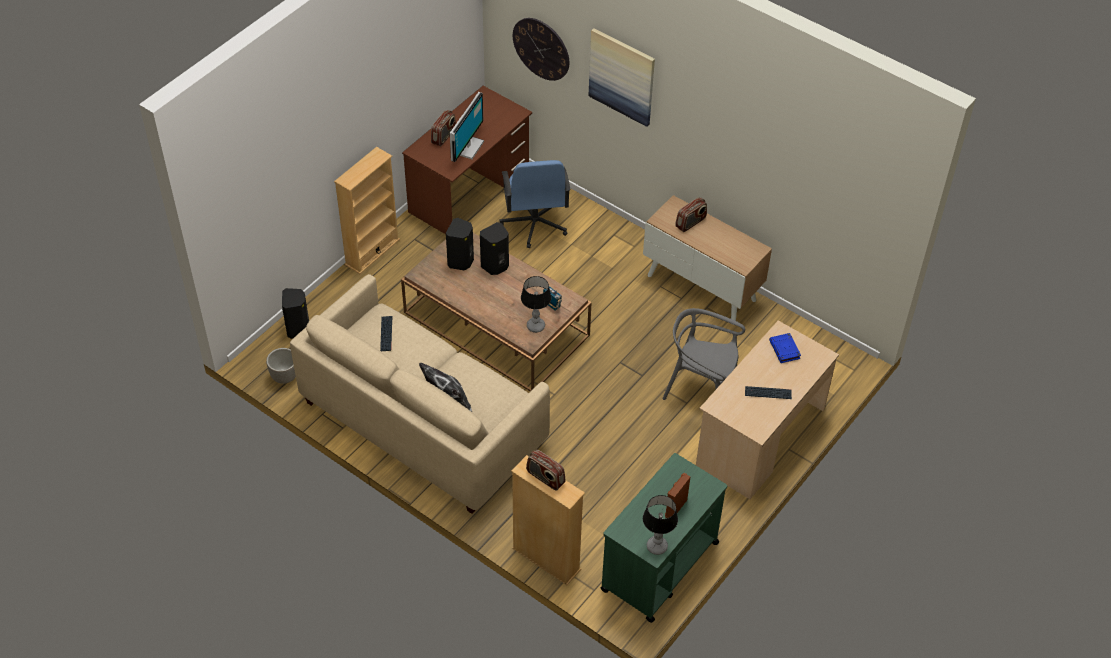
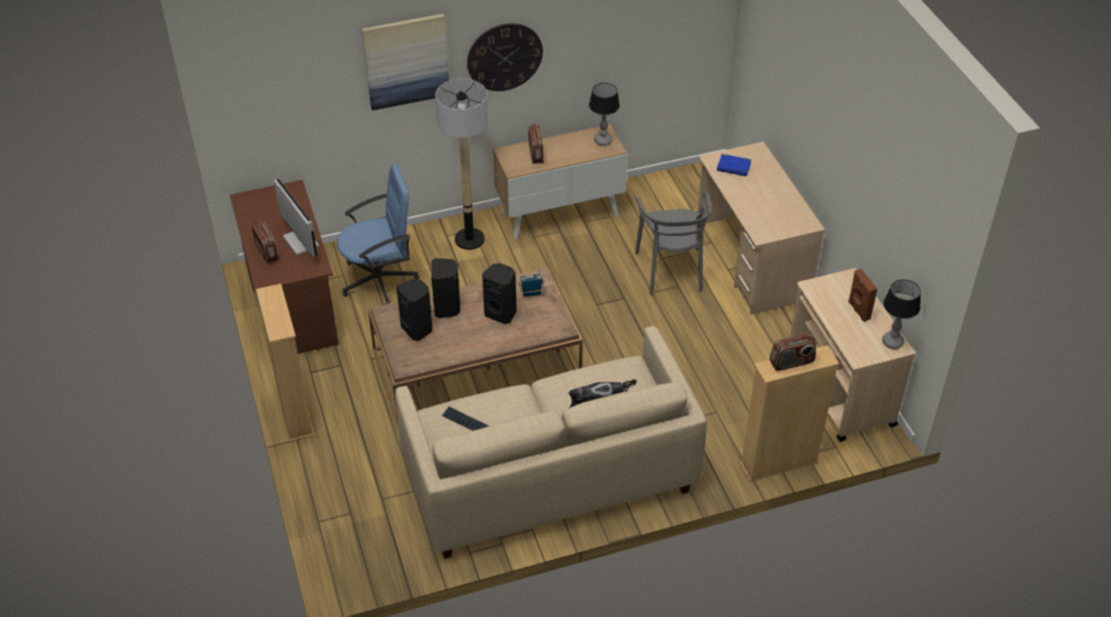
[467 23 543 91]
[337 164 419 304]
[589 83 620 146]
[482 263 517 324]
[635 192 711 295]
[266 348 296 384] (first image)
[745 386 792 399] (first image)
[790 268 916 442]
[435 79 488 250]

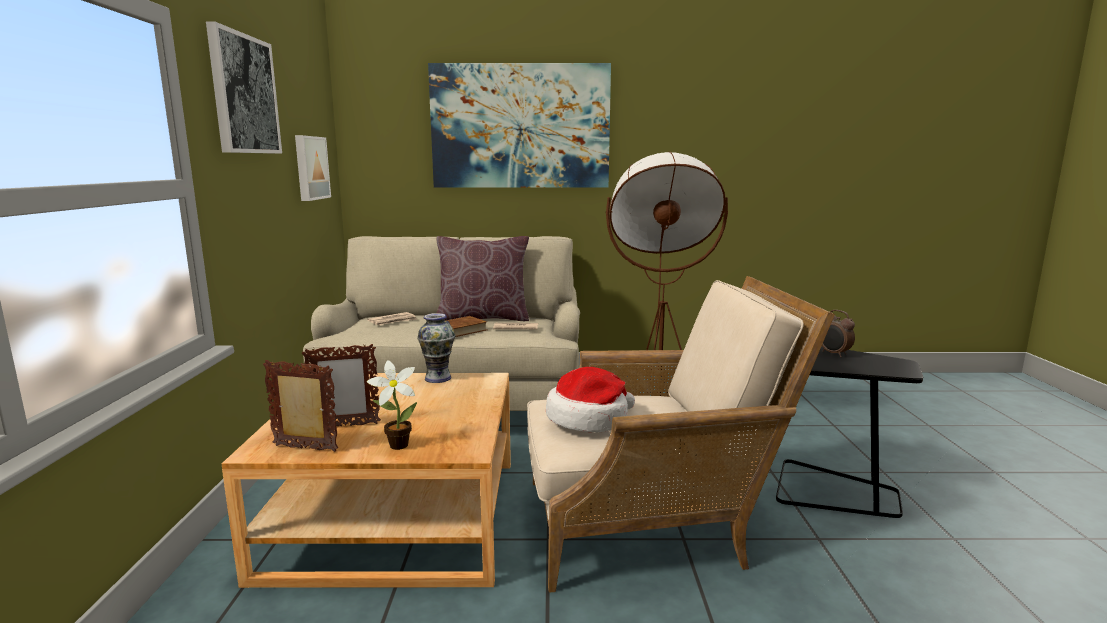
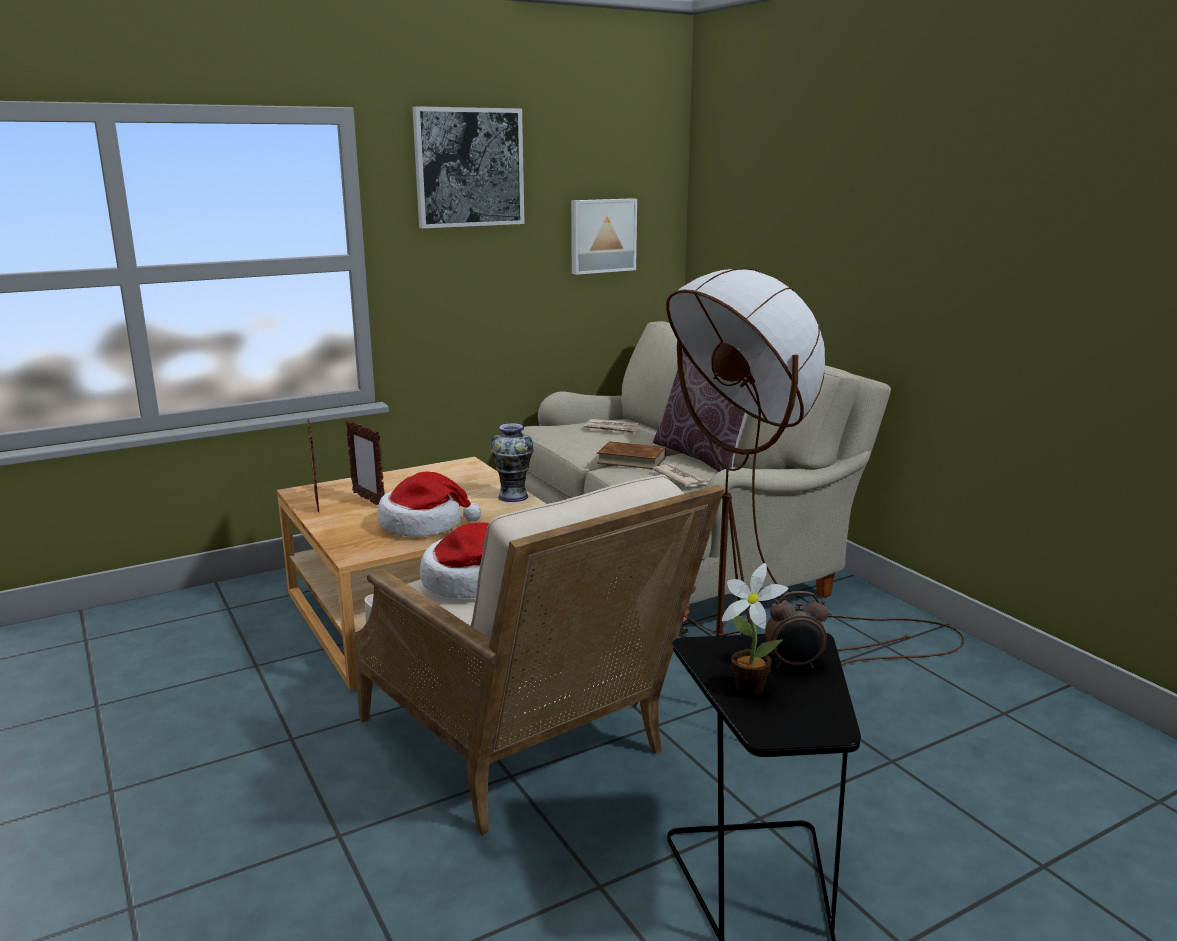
[428 63 611 187] (first image)
[765 591 829 669]
[722 563 789 695]
[378 471 481 537]

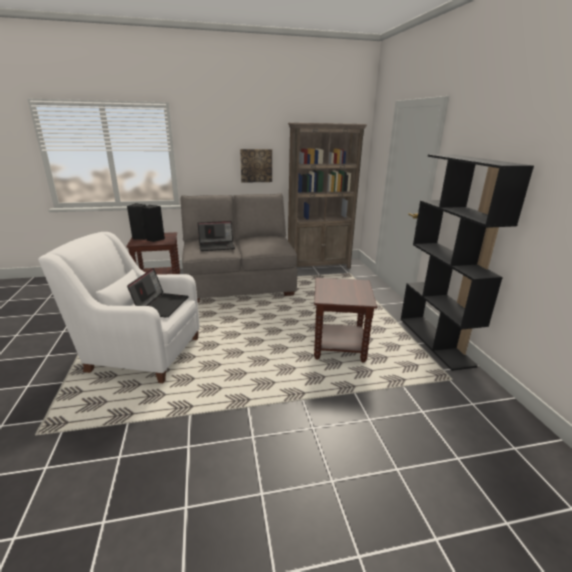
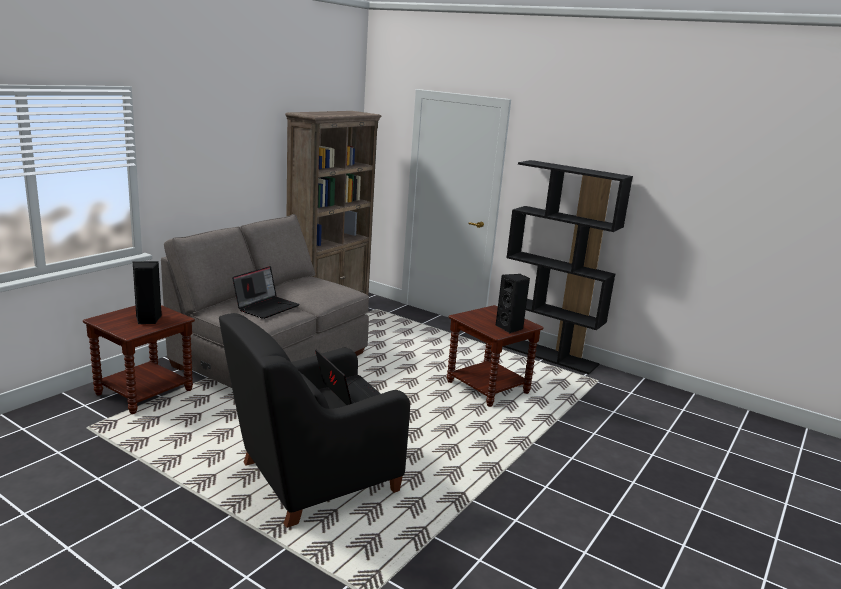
[240 149 272 183] (first image)
[495 274 530 333]
[219 313 410 528]

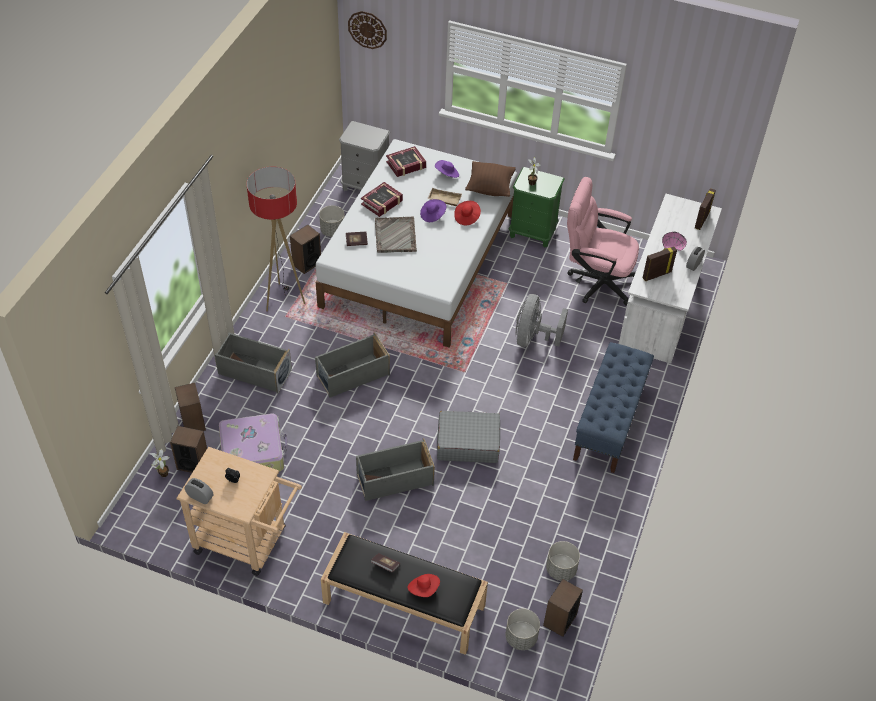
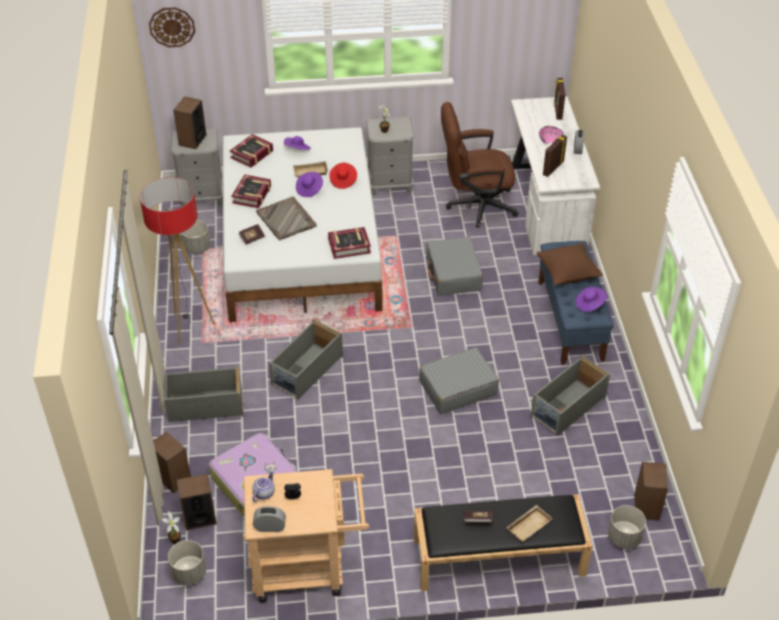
[537 243 602 285]
[366 117 415 196]
[441 102 518 228]
[173 96 206 149]
[426 237 483 296]
[531 355 610 436]
[168 540 206 586]
[506 505 553 543]
[328 227 371 259]
[575 287 607 312]
[252 470 275 502]

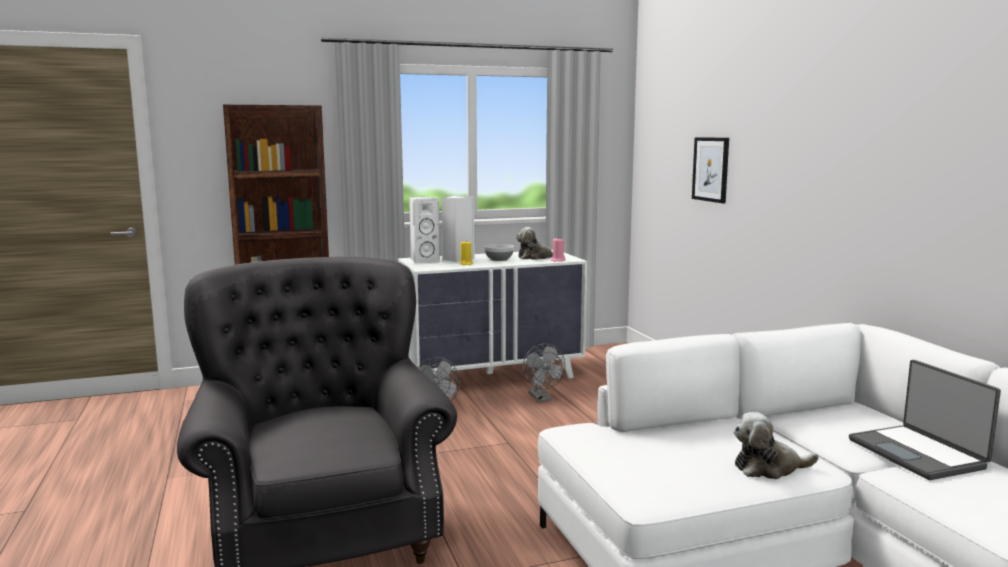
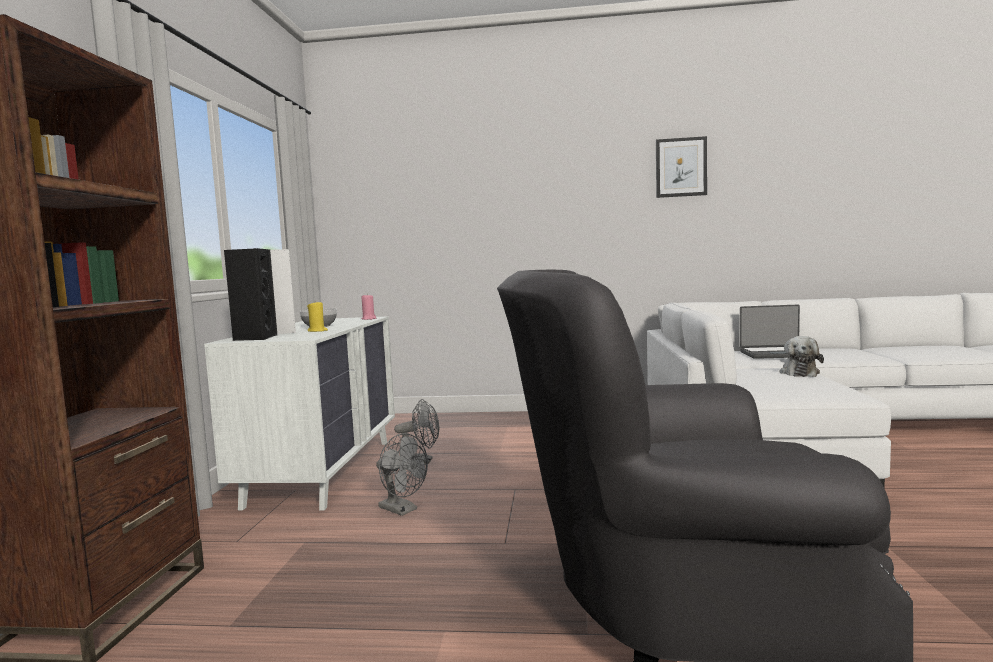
[656 136 707 198]
[224 248 277 341]
[516 227 553 260] (first image)

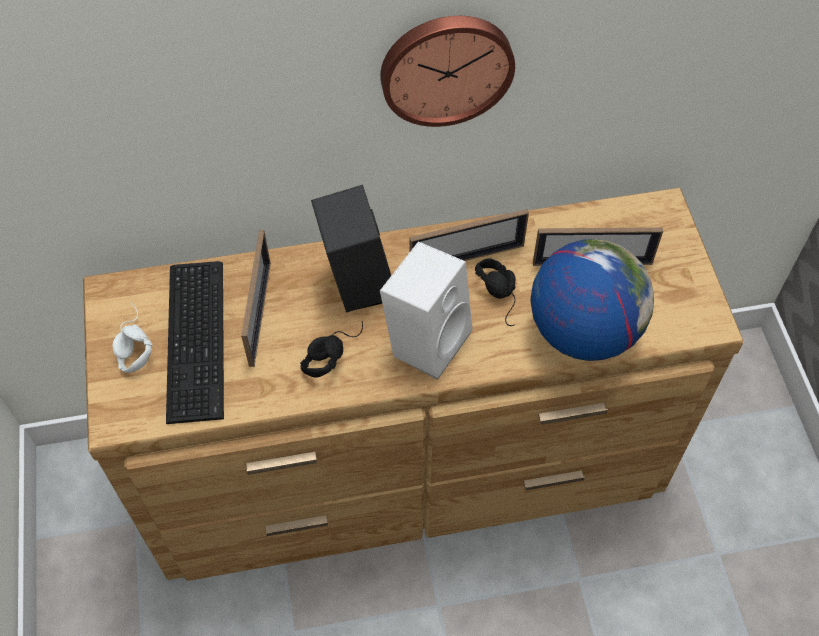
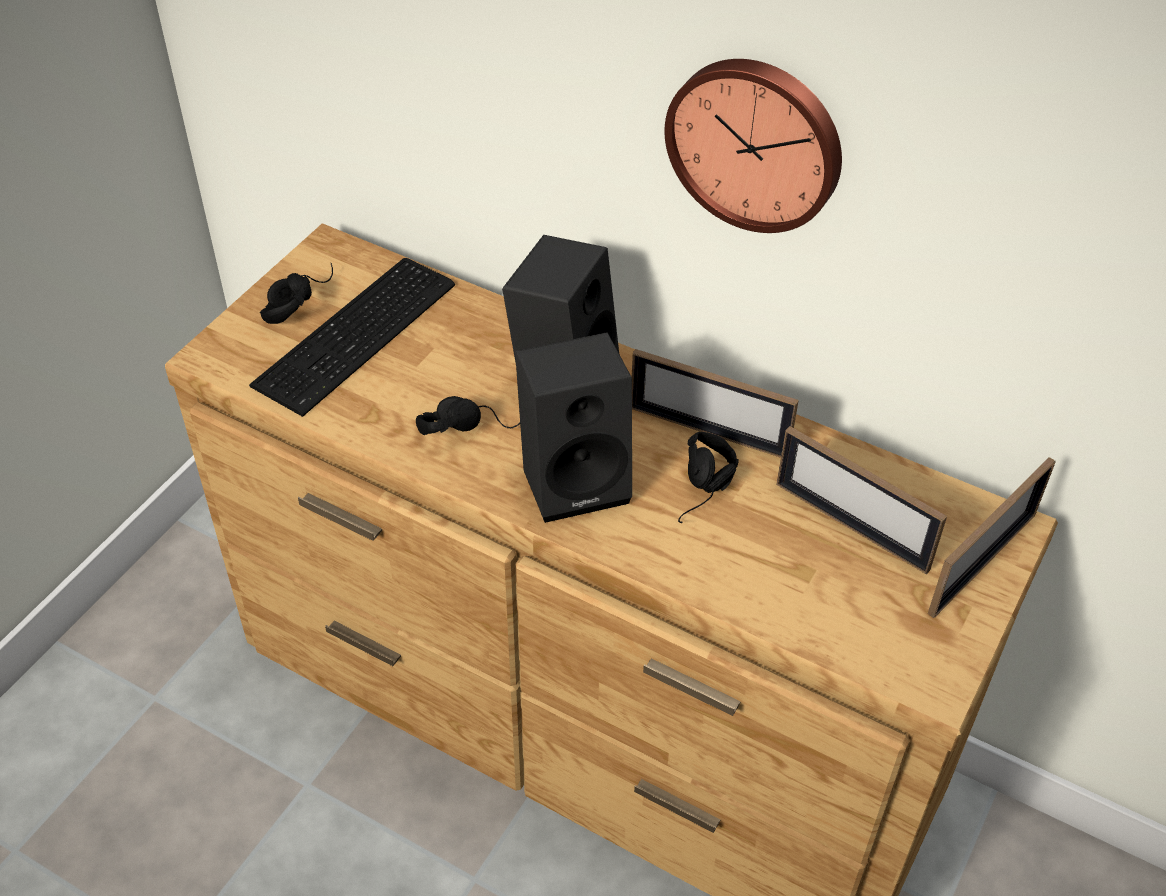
[928 457 1056 618]
[531 239 654 361] (first image)
[515 332 632 523]
[260 263 333 324]

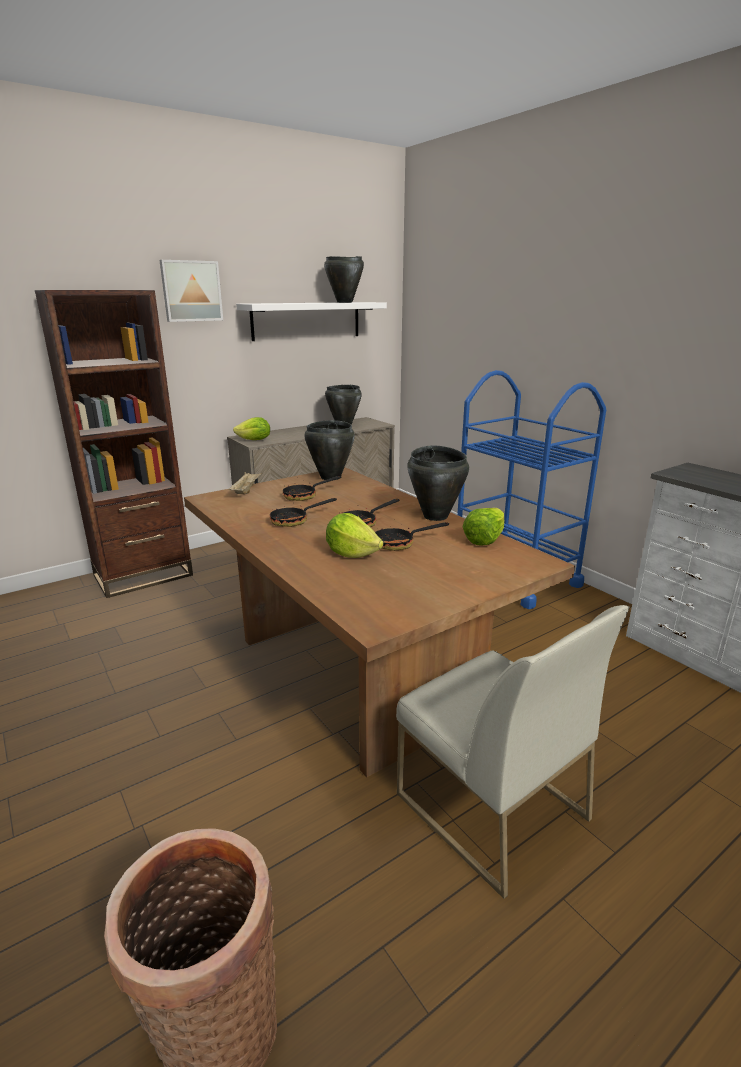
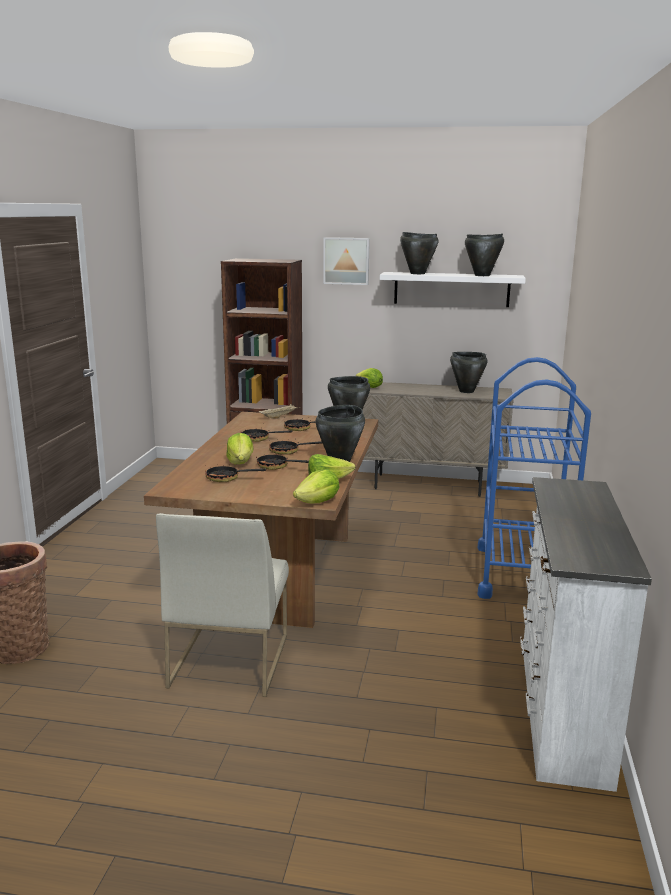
[400 232 439 274]
[205 464 266 482]
[293 469 339 503]

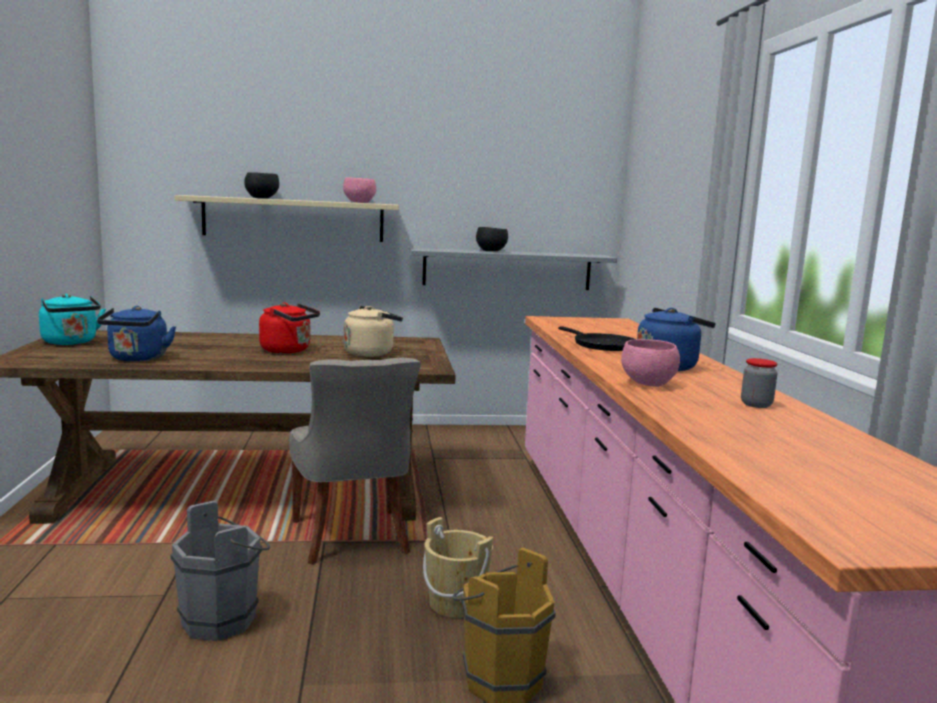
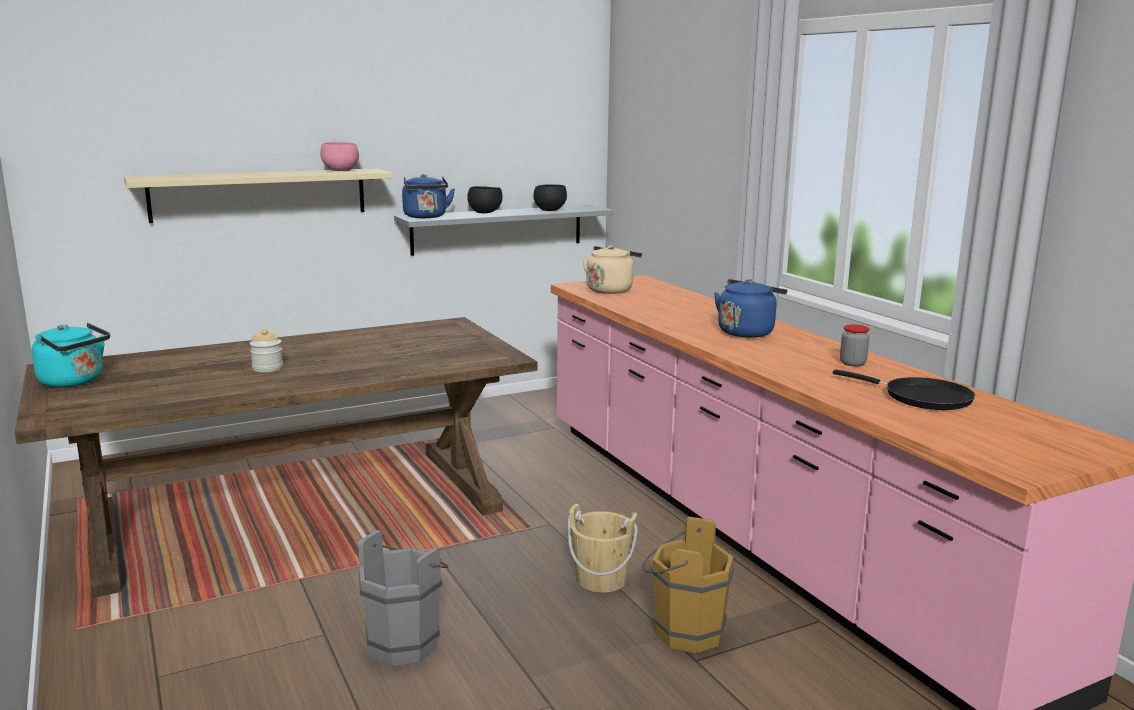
[533 184 567 211]
[259 302 320 353] (first image)
[402 174 455 218]
[582 245 642 294]
[833 369 975 410]
[621 339 680 387] (first image)
[289 358 421 565] (first image)
[250 329 283 372]

